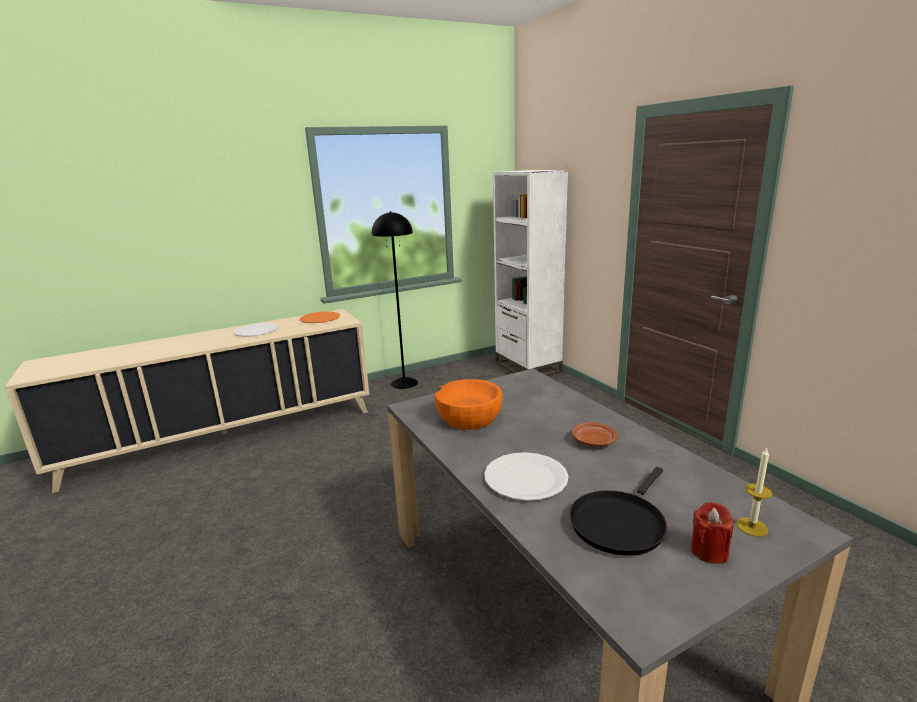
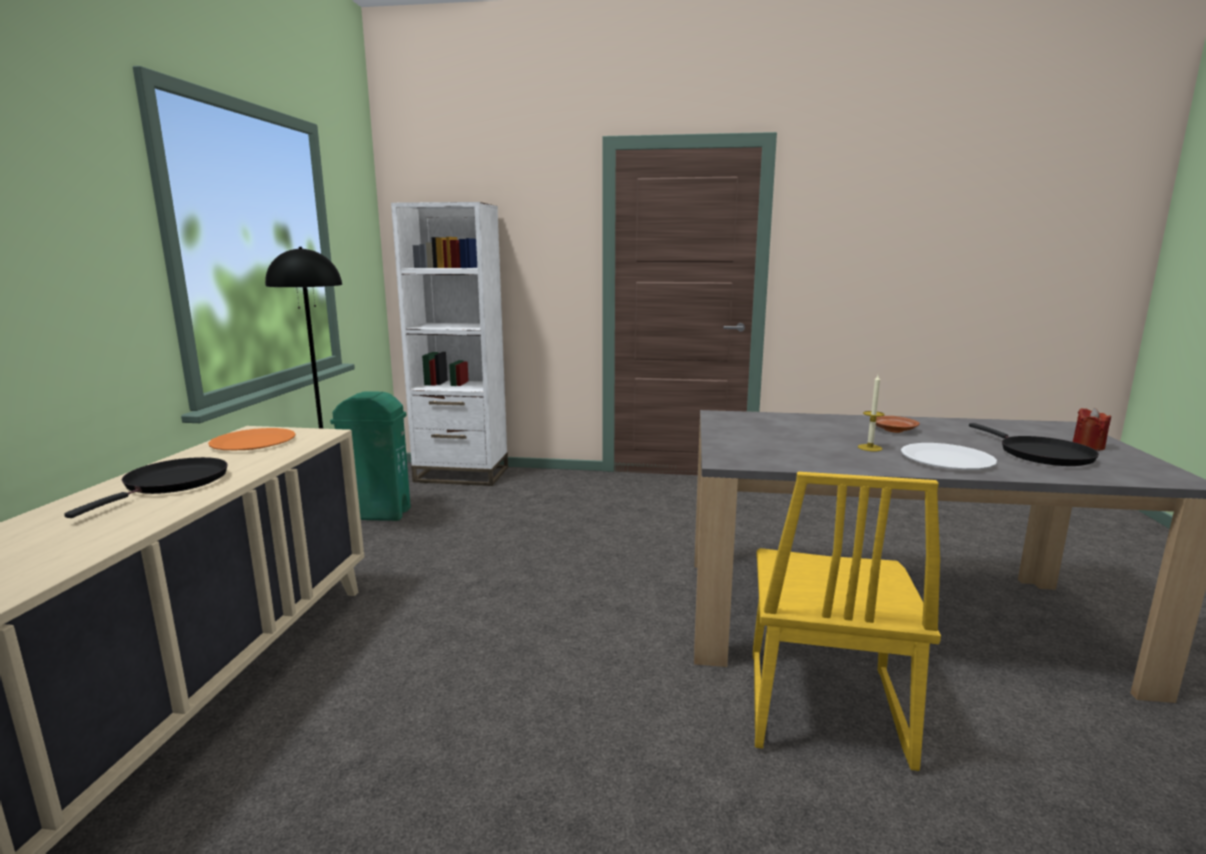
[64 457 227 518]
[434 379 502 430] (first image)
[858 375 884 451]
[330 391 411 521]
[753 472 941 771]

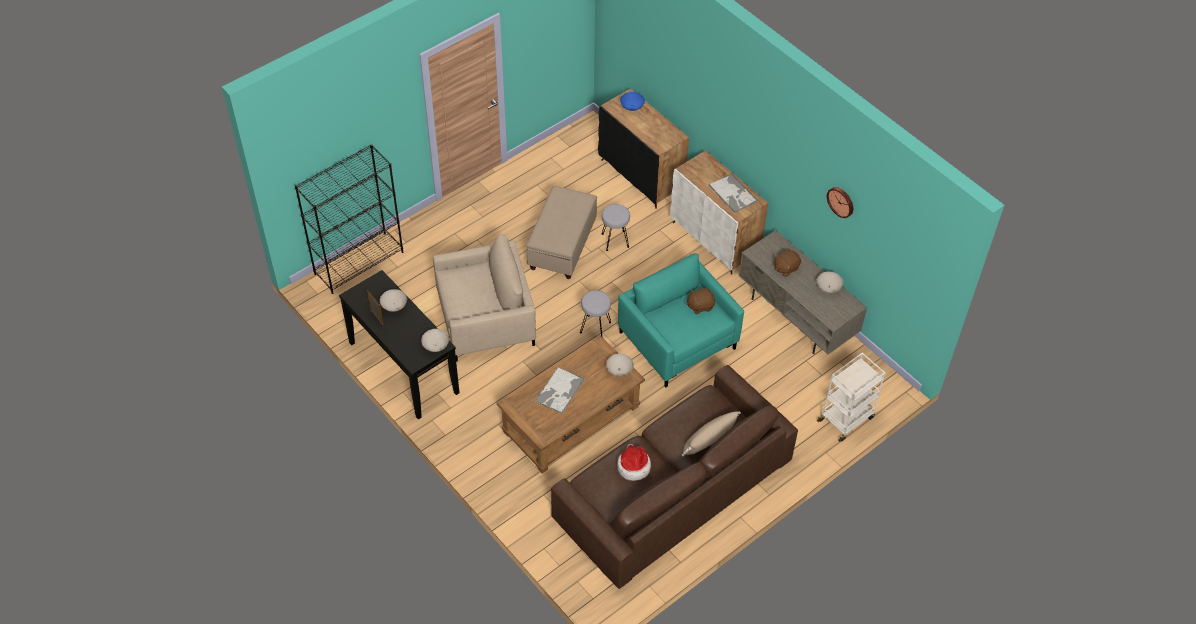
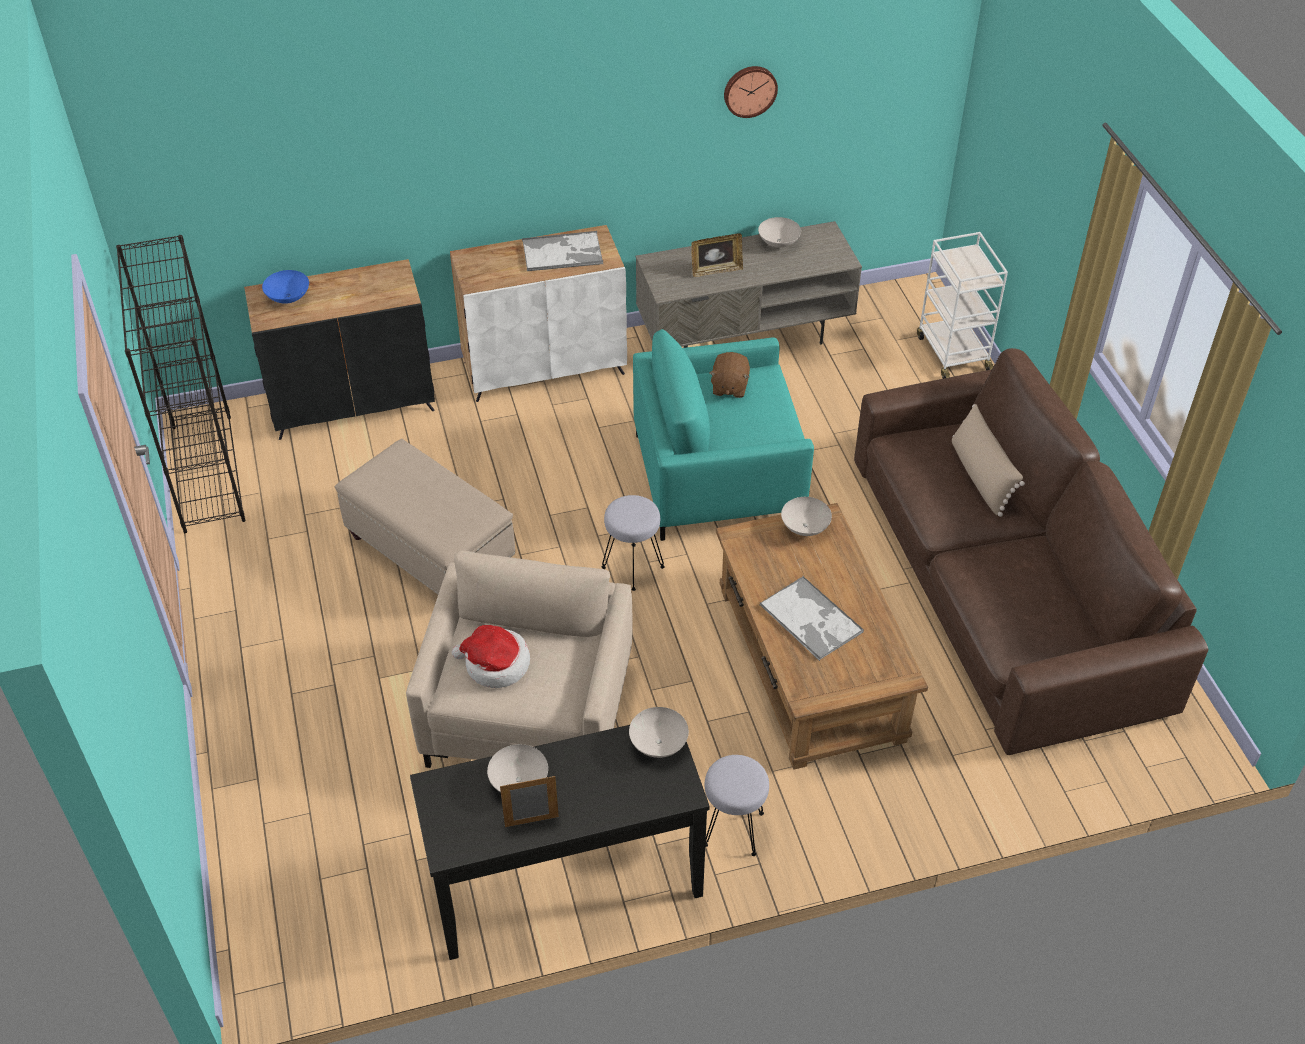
[116 235 246 533]
[705 755 769 856]
[691 233 743 277]
[452 625 530 688]

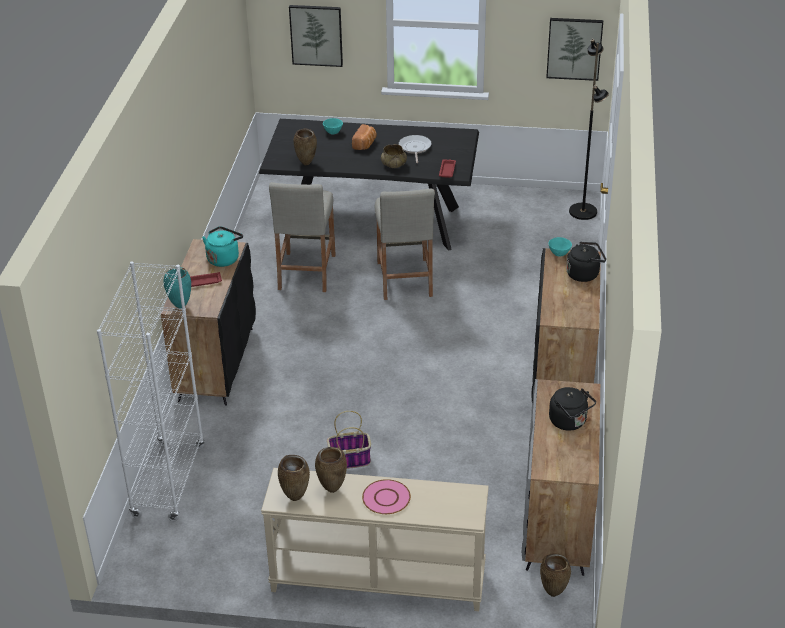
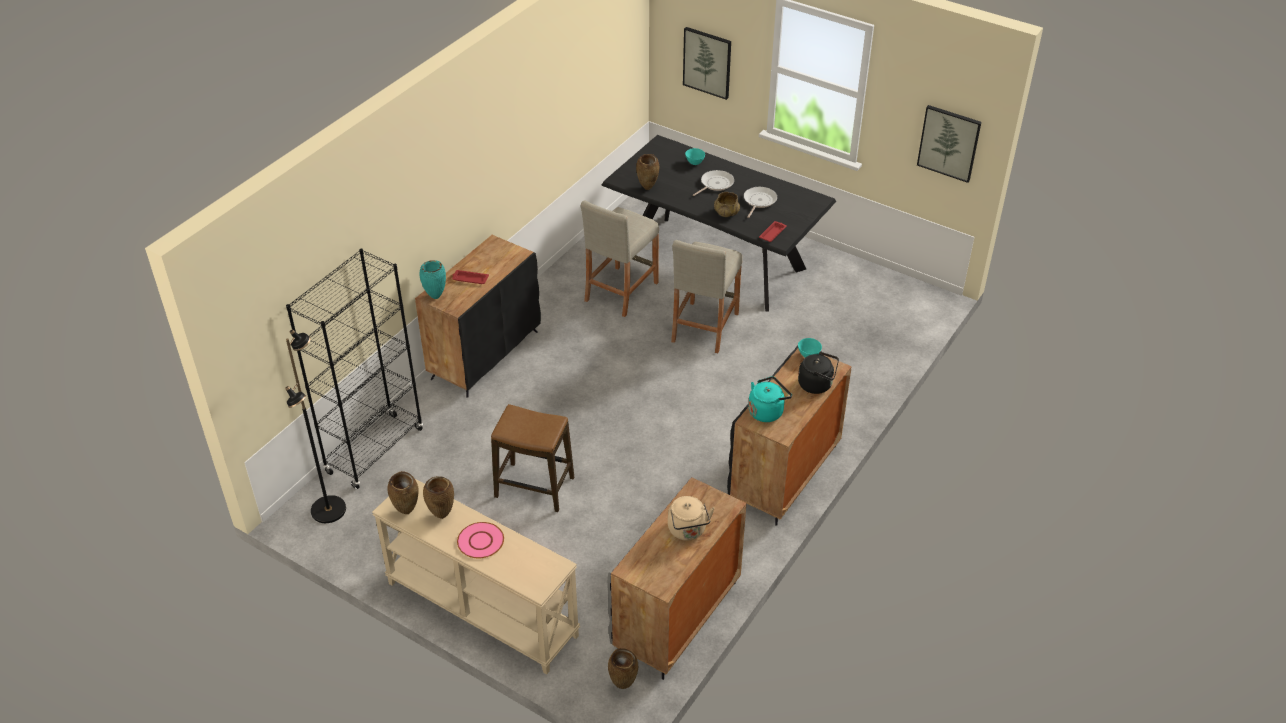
[285 329 346 523]
[693 170 734 196]
[748 376 792 422]
[286 248 423 489]
[668 496 715 541]
[491 404 574 512]

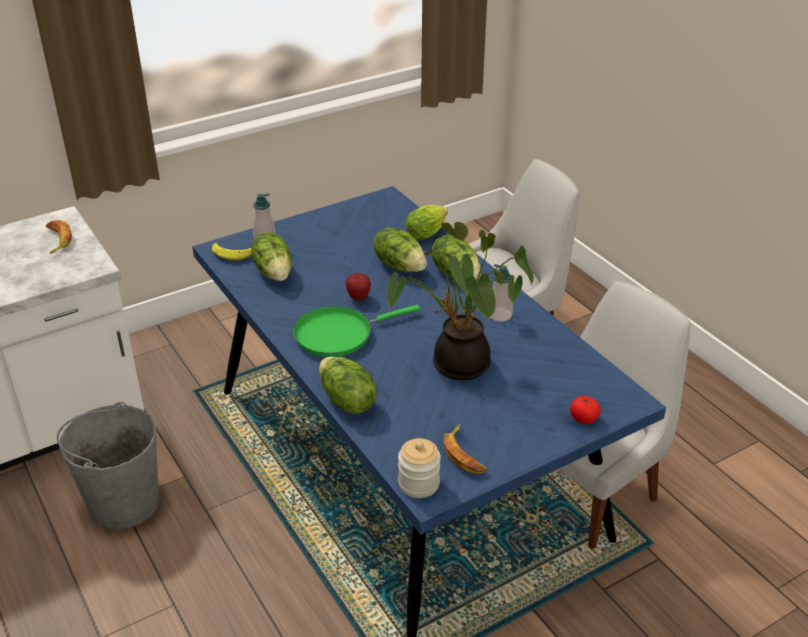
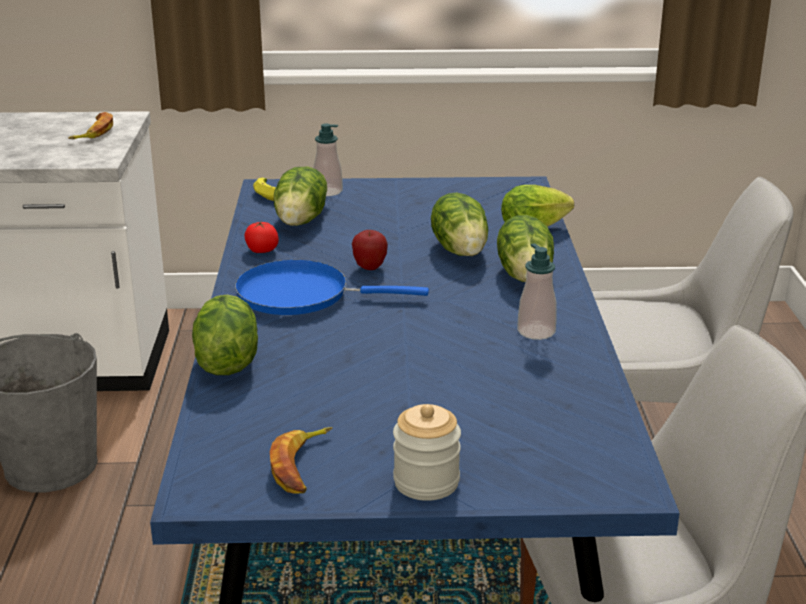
[387 222 534 380] (first image)
[235 260 429 315]
[244 221 279 253]
[393 404 461 501]

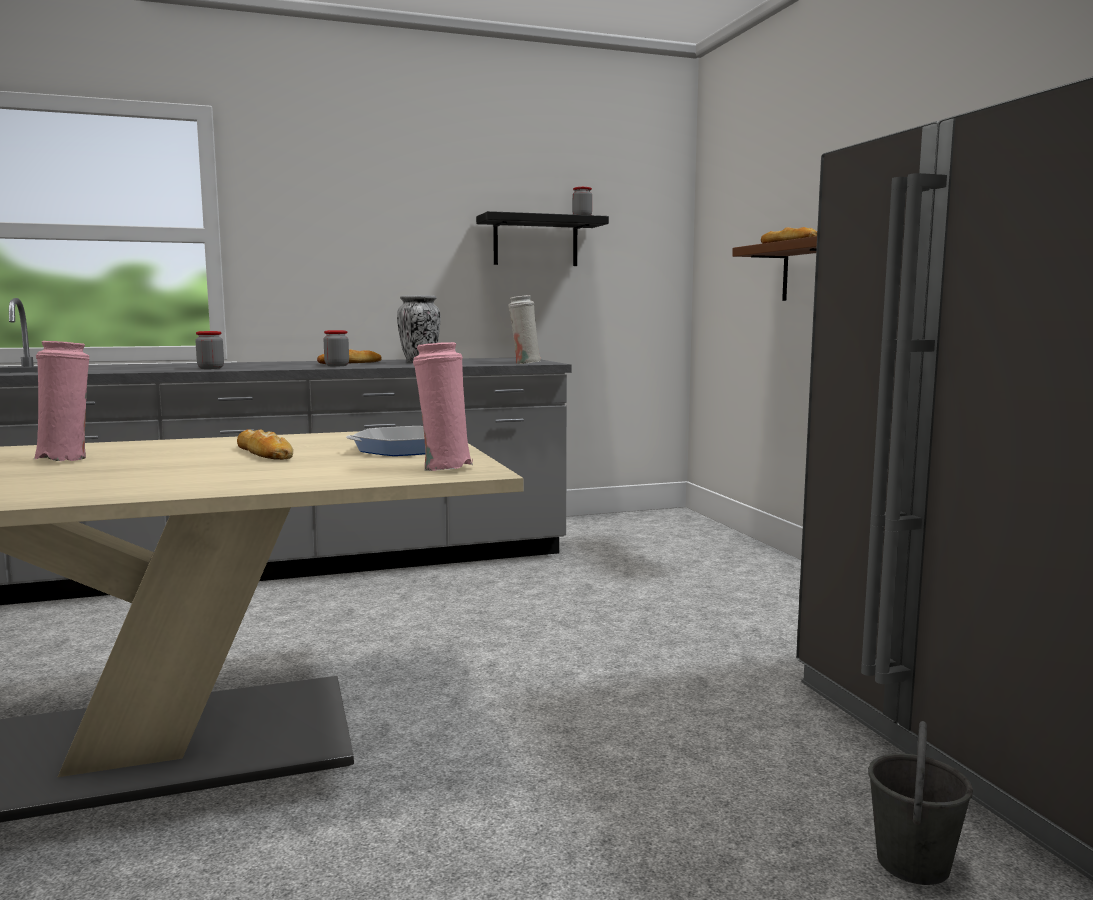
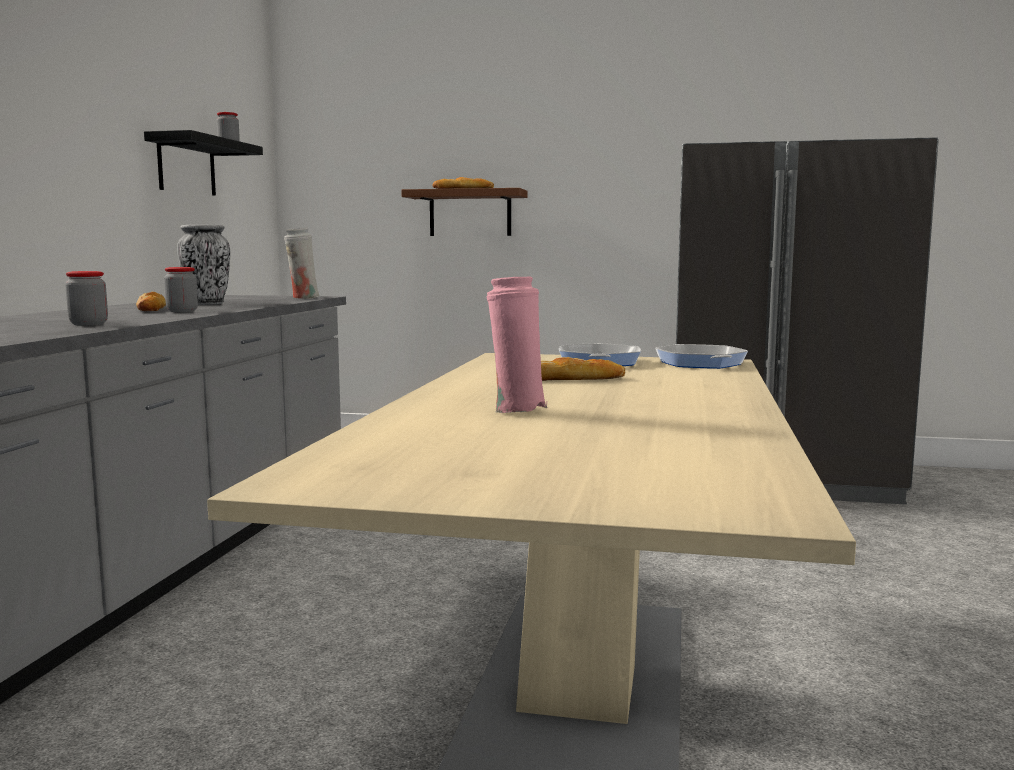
[655 344 748 369]
[868 721 973 885] (first image)

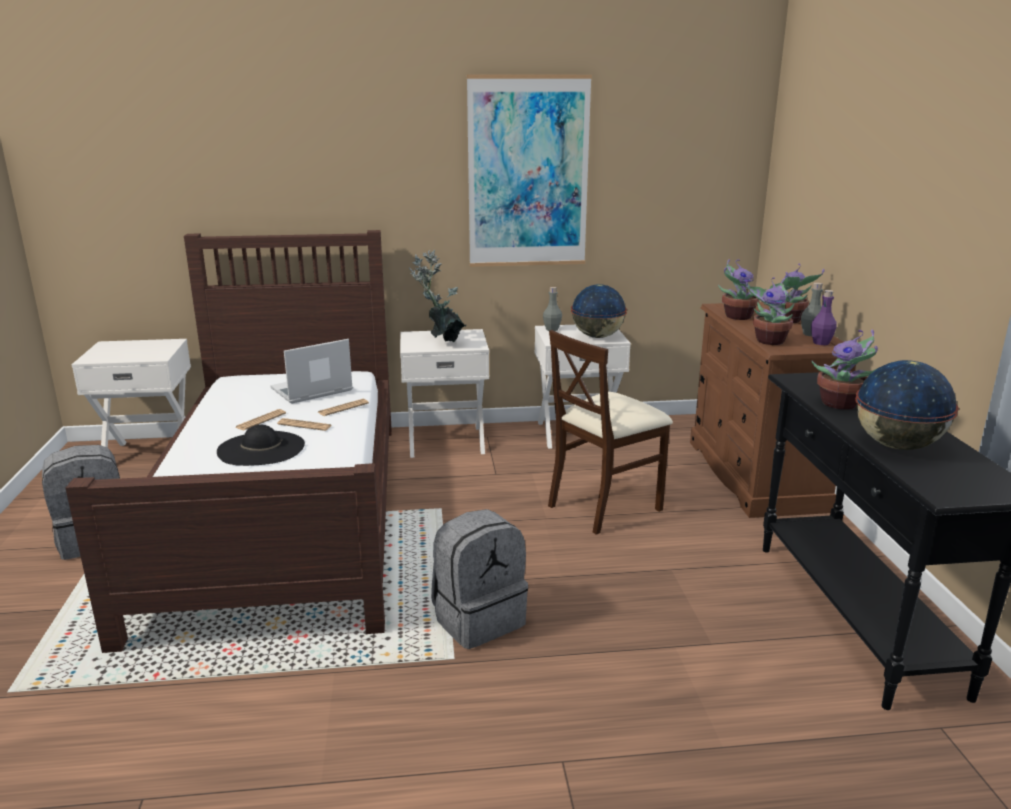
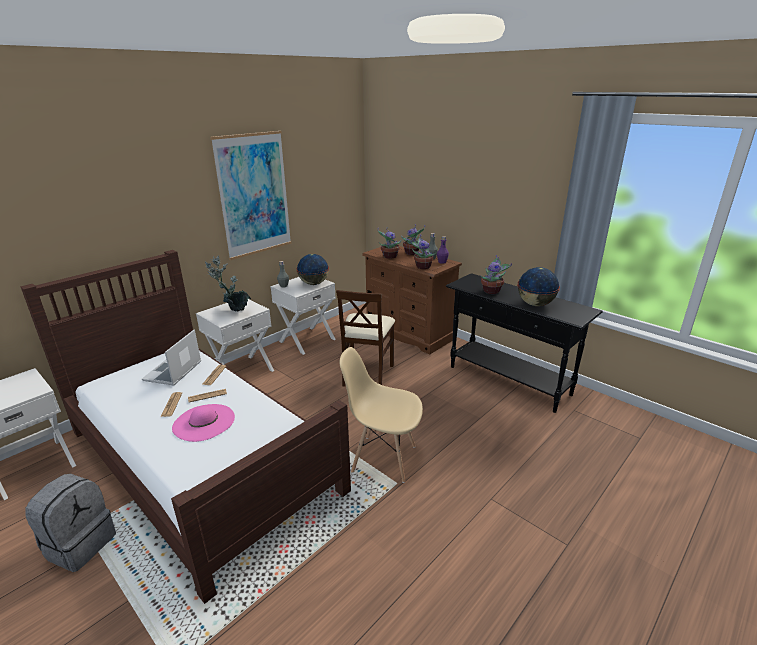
[172 404 235 442]
[340 347 423 483]

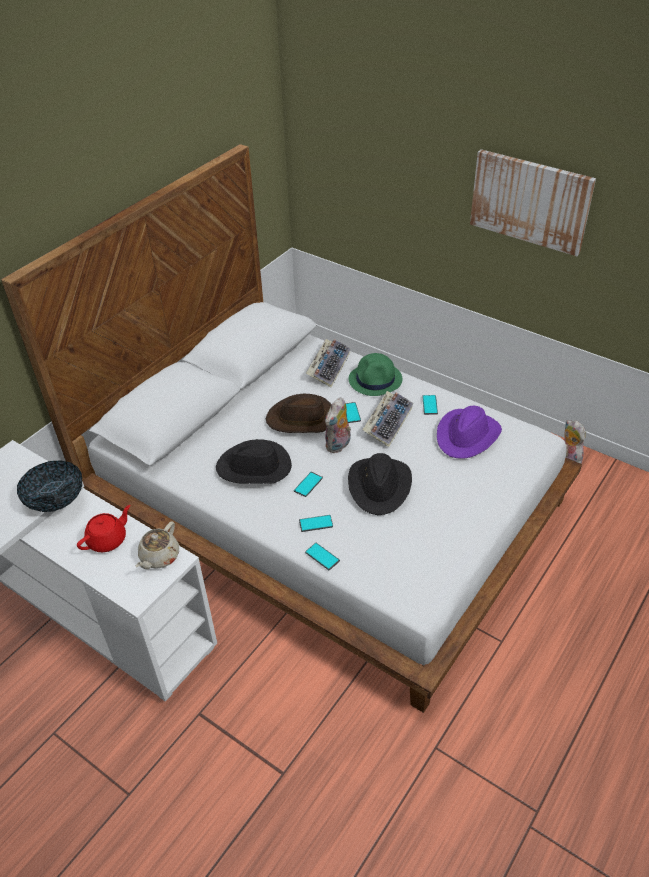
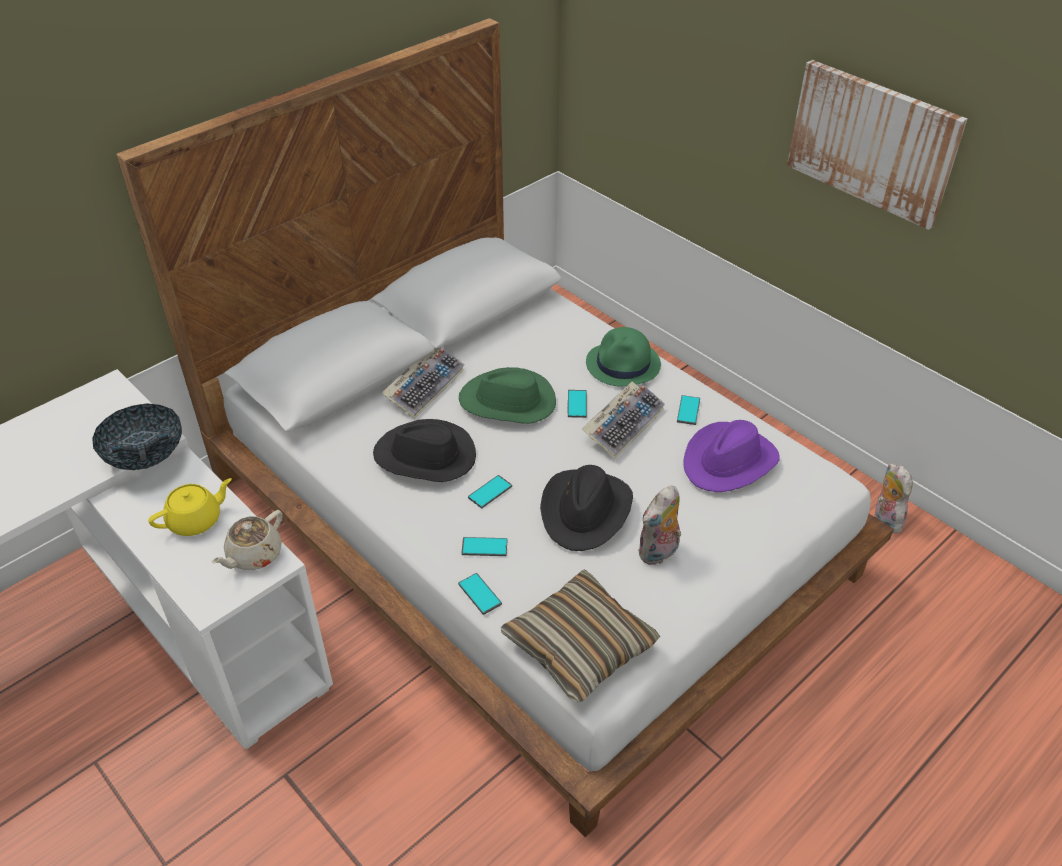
[382 348 465 419]
[459 367 556 424]
[638 485 681 565]
[148 478 232 536]
[501 569 660 702]

